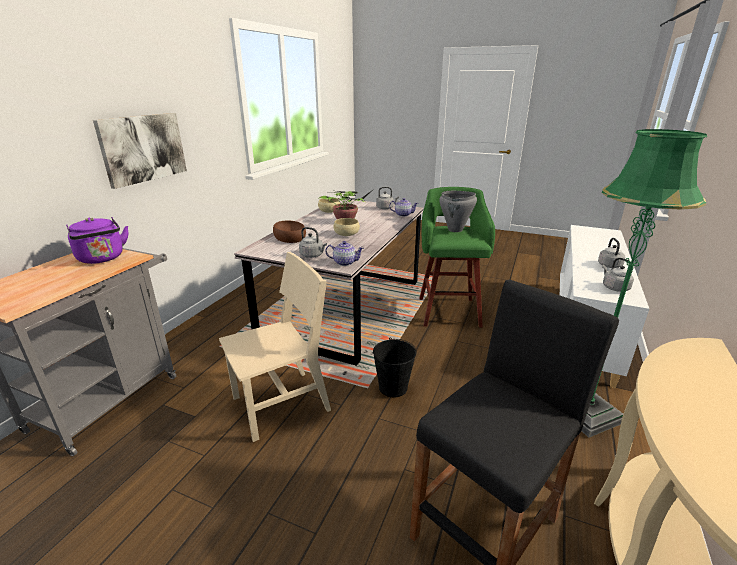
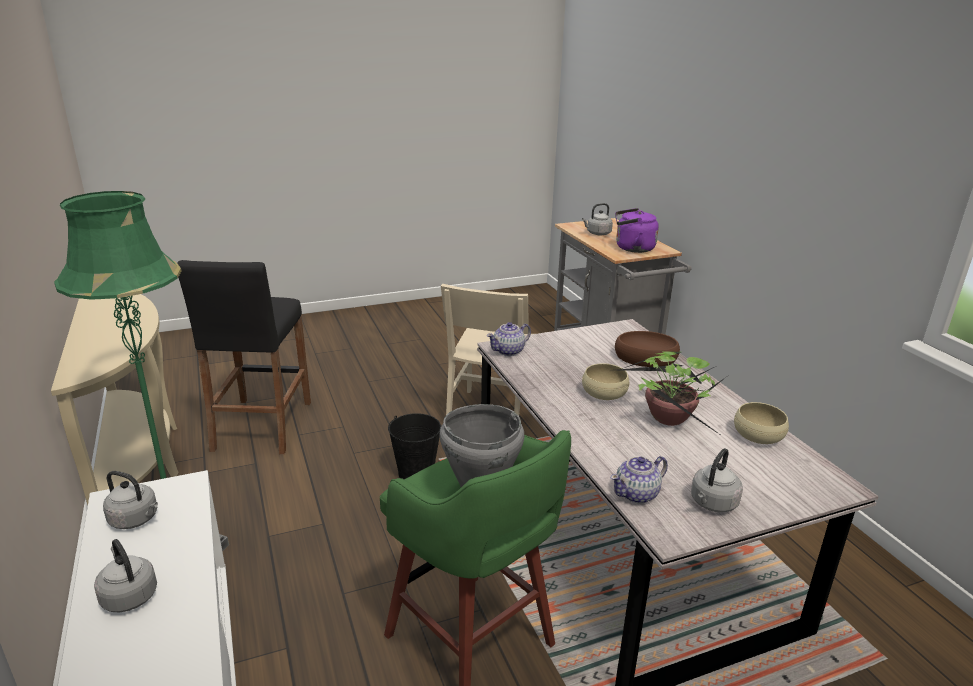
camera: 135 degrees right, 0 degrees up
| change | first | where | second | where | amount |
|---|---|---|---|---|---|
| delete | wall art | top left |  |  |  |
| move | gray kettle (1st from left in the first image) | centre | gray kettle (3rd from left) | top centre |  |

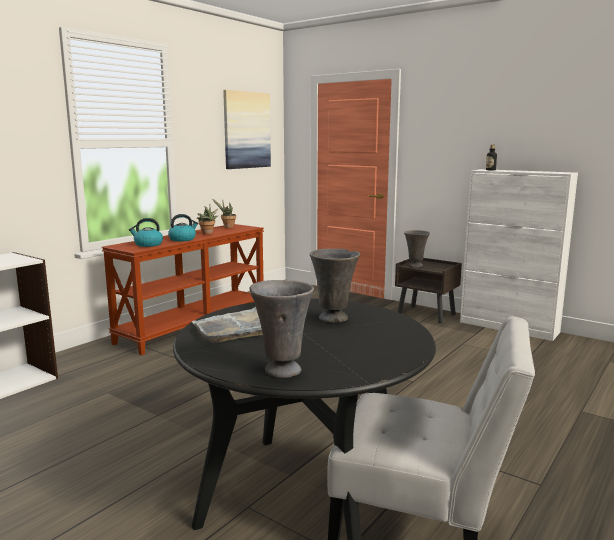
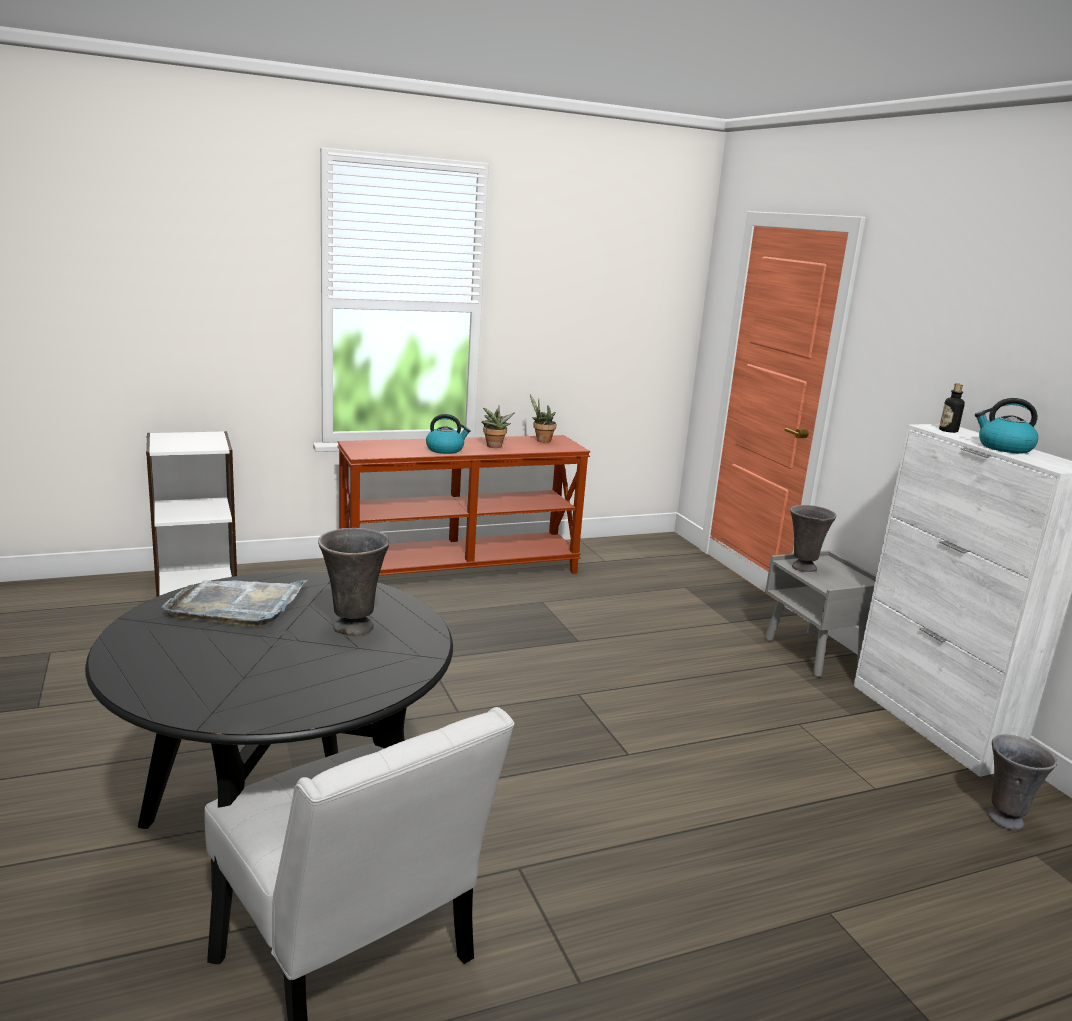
camera: 30 degrees right, 5 degrees up
| change | first | where | second | where | amount |
|---|---|---|---|---|---|
| delete | wall art | top centre |  |  |  |
| move | kettle (1st from left in the first image) | middle left | kettle (2nd from left) | middle right |  |
| recolor | brown nightstand | middle right | gray nightstand | middle right |  |
| move | gray decorative vase (1st from left in the first image) | centre | gray decorative vase (3rd from left) | bottom right |  |

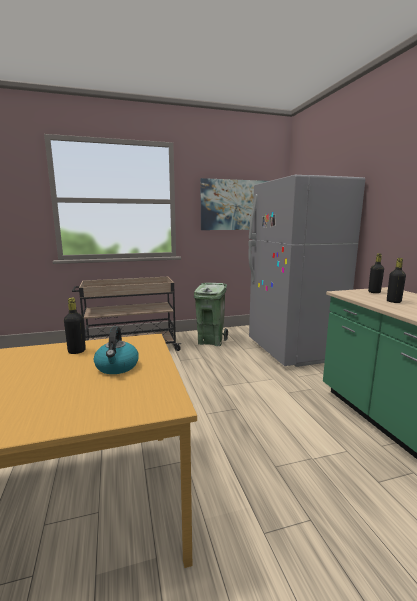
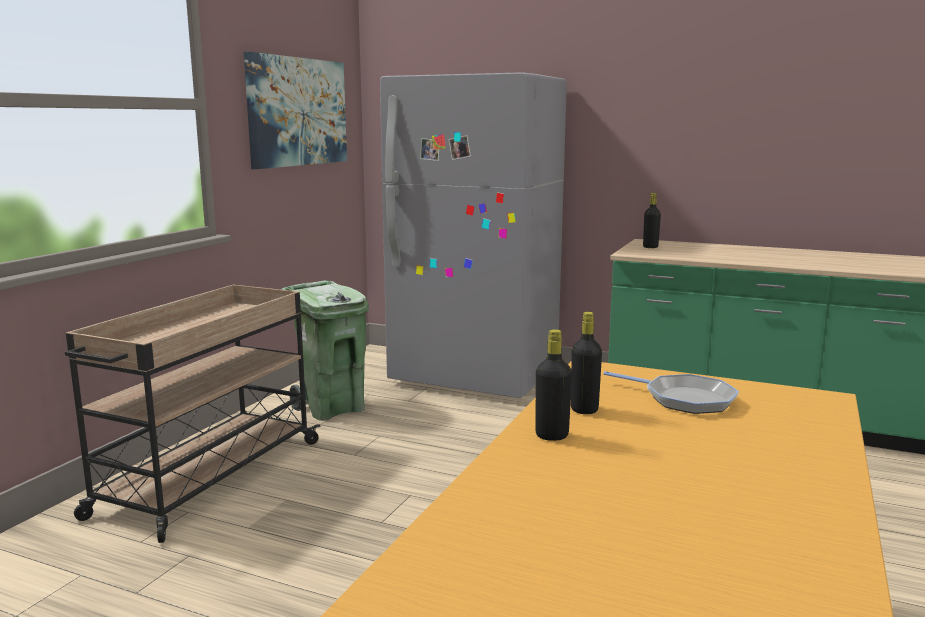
camera: 50 degrees left, 0 degrees up
| change | first | where | second | where | amount |
|---|---|---|---|---|---|
| move | black bottle (3rd from left in the first image) | middle right | black bottle (1st from left) | centre |  |
| replace | kettle | middle left | frying pan | middle right |  |

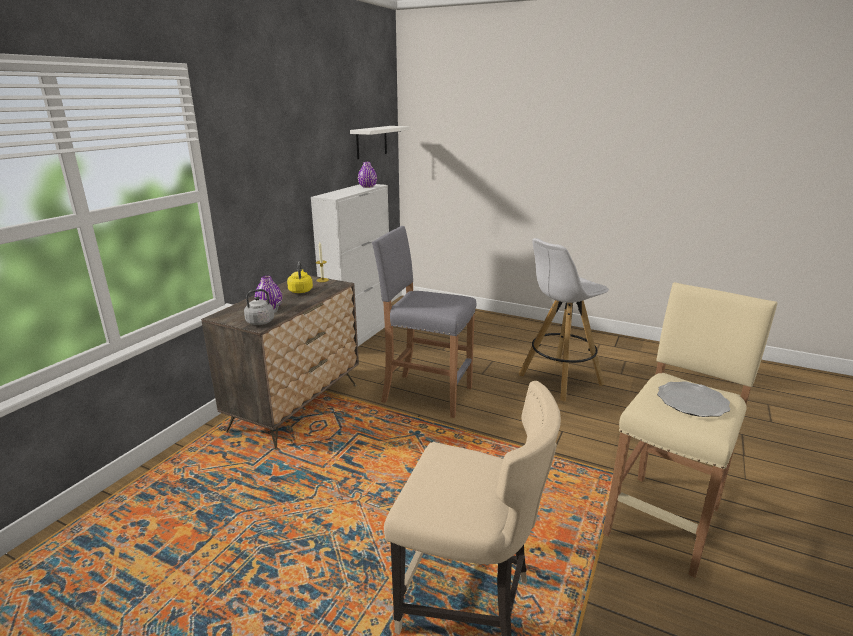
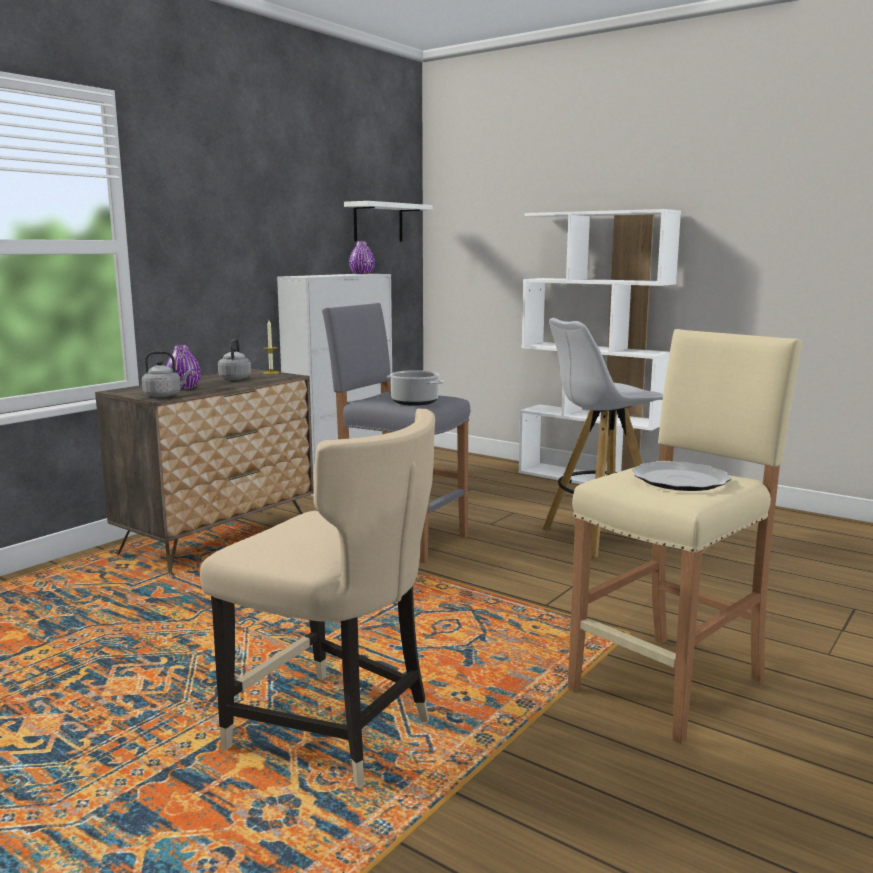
camera: 10 degrees right, 10 degrees down
| change | first | where | second | where | amount |
|---|---|---|---|---|---|
| recolor | yellow kettle | centre | gray kettle (2nd from left) | middle left |  |
| insert |  |  | white-coloured bookcase | middle right |  |
| insert |  |  | stockpot | centre |  |

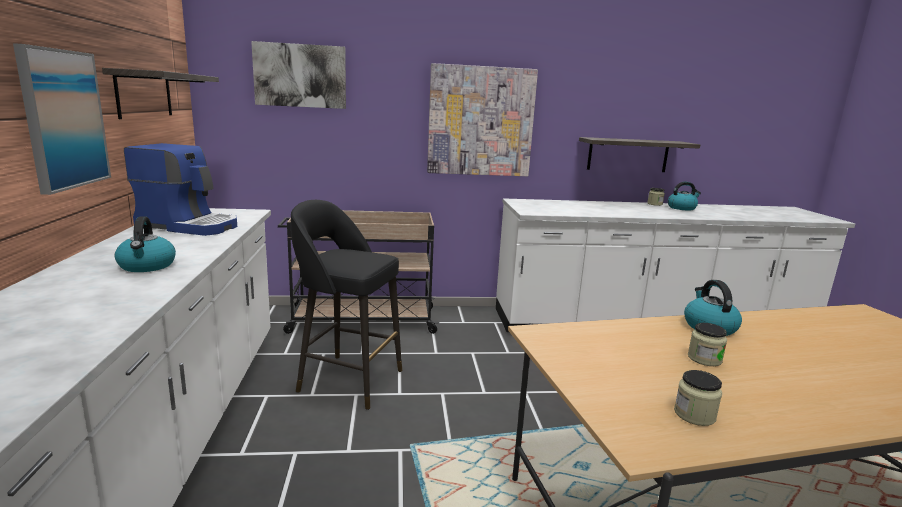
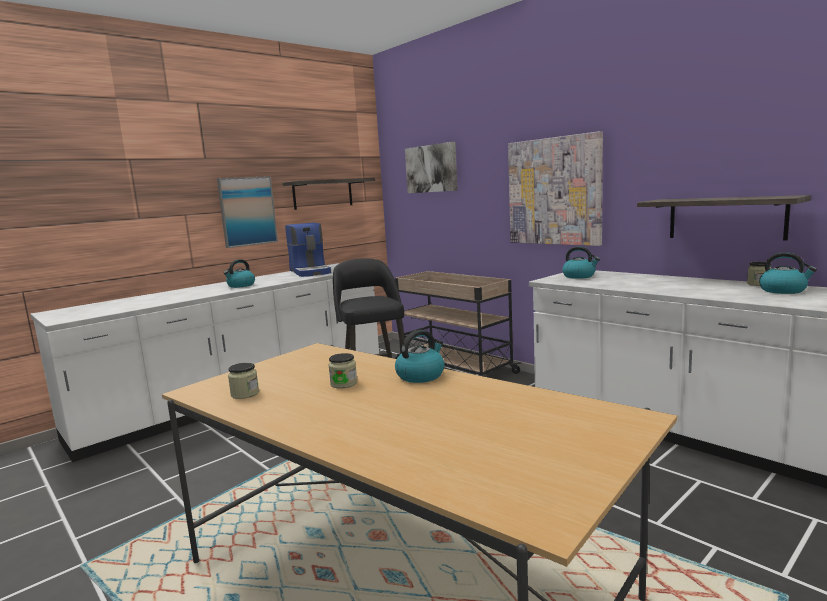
camera: 55 degrees right, 5 degrees down
| change | first | where | second | where | amount |
|---|---|---|---|---|---|
| insert |  |  | kettle (3rd from left) | middle right |  |

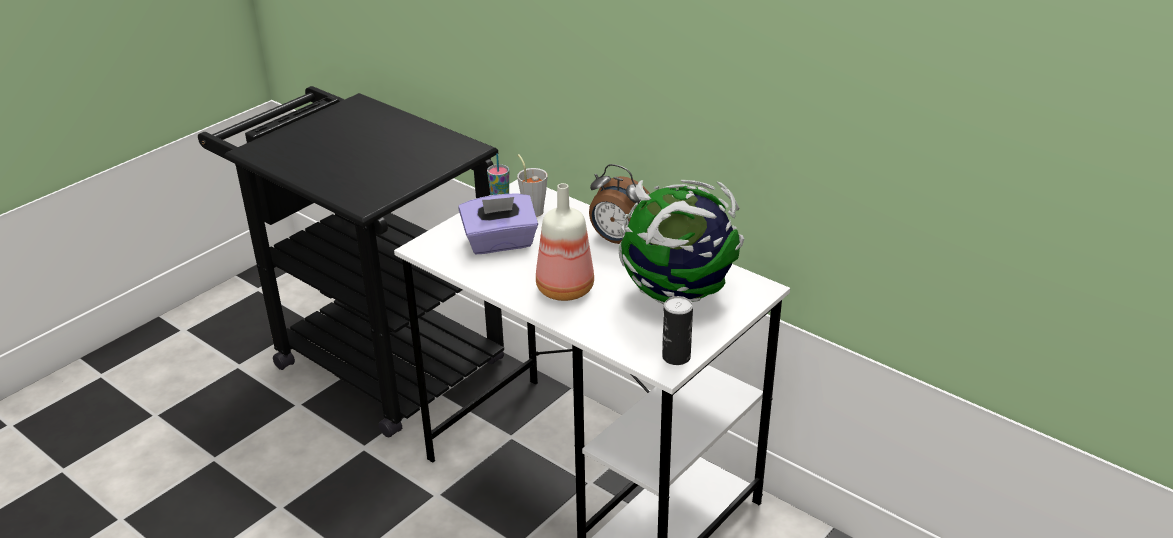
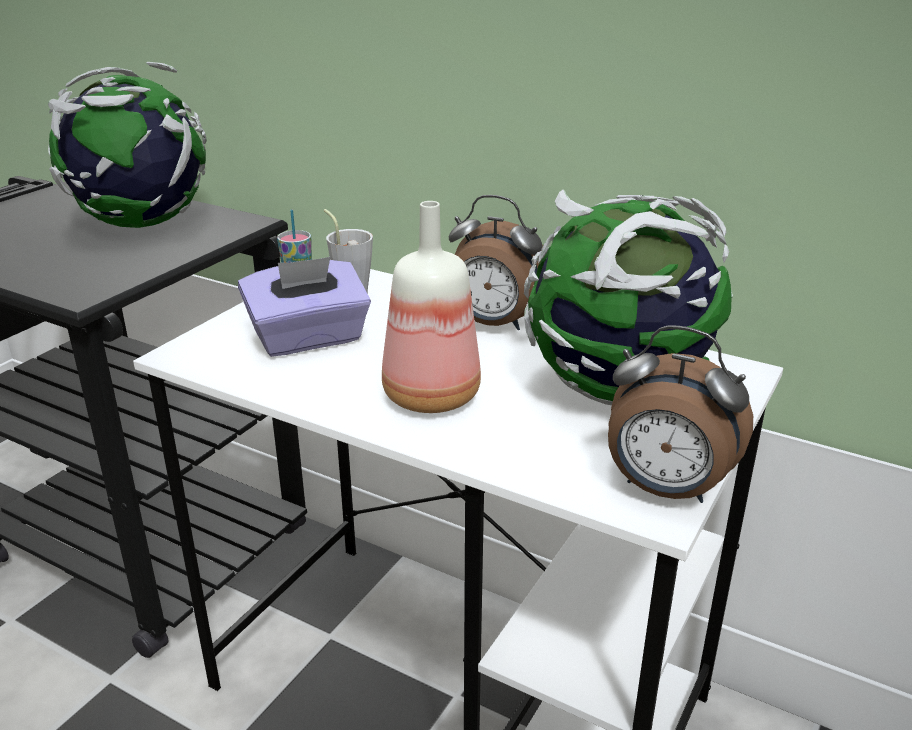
camera: 10 degrees left, 5 degrees down
| change | first | where | second | where | amount |
|---|---|---|---|---|---|
| replace | sealed can | centre | table clock (2nd from left) | middle right |  |
| insert |  |  | world globe (1st from left) | top left |  |

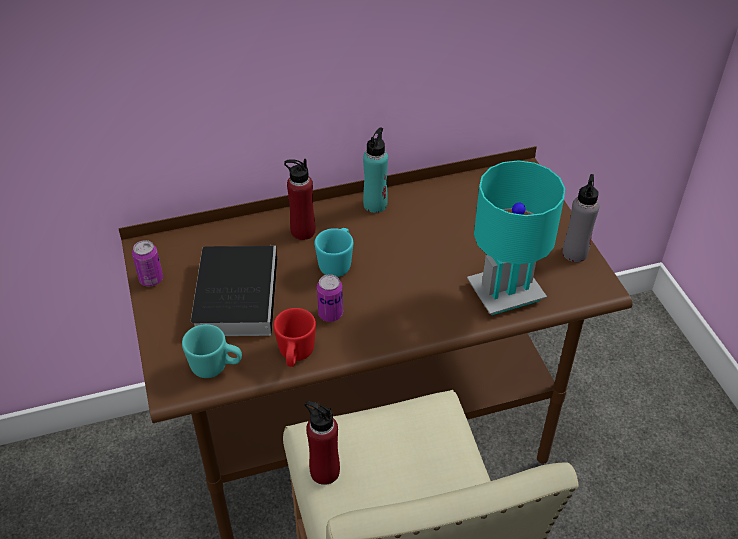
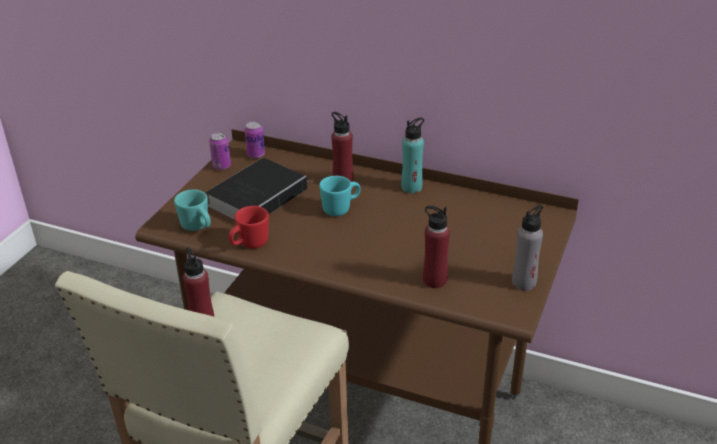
camera: 40 degrees right, 10 degrees down
| change | first | where | second | where | amount |
|---|---|---|---|---|---|
| replace | turquoise lamp for a table | middle right | reddish bottle (3rd from left) | centre |  |
| move | sealed can (2nd from left) | centre |  | top centre |  |

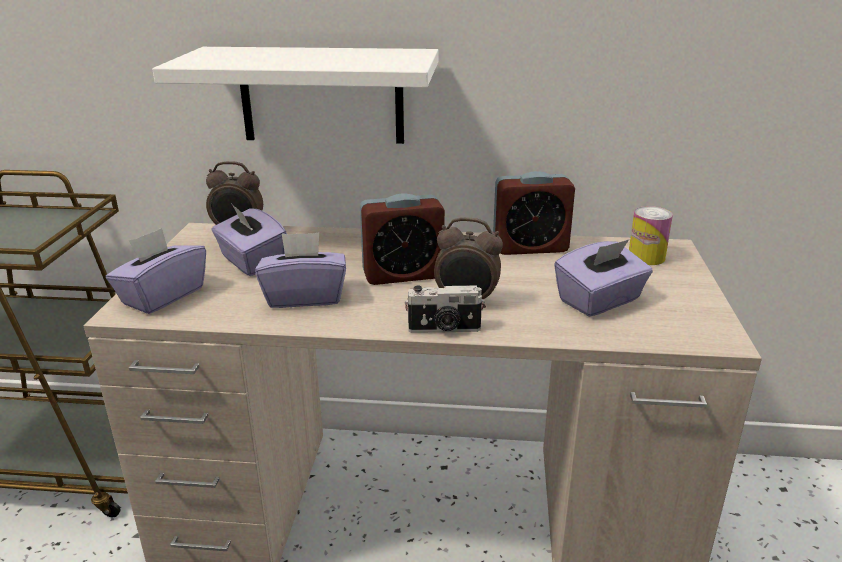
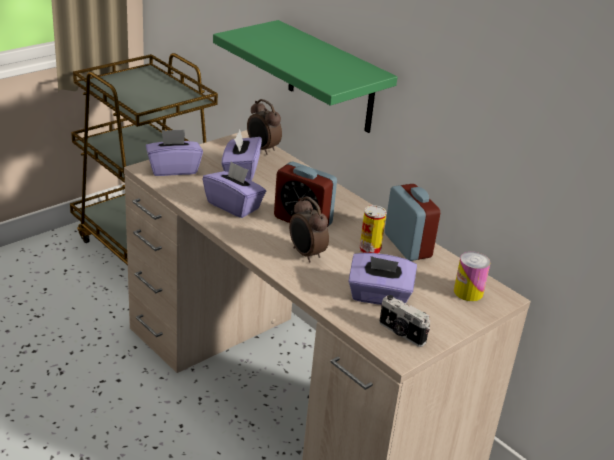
camera: 40 degrees right, 5 degrees up
| change | first | where | second | where | amount |
|---|---|---|---|---|---|
| recolor | white-coloured wall shelf | top centre | green-coloured wall shelf | top centre |  |
| rotate | table clock (4th from left) | centre |  | middle right | 150 degrees counterclockwise |
| move | still camera | centre |  | bottom centre |  |
| insert |  |  | sealed can (1st from left) | centre |  |

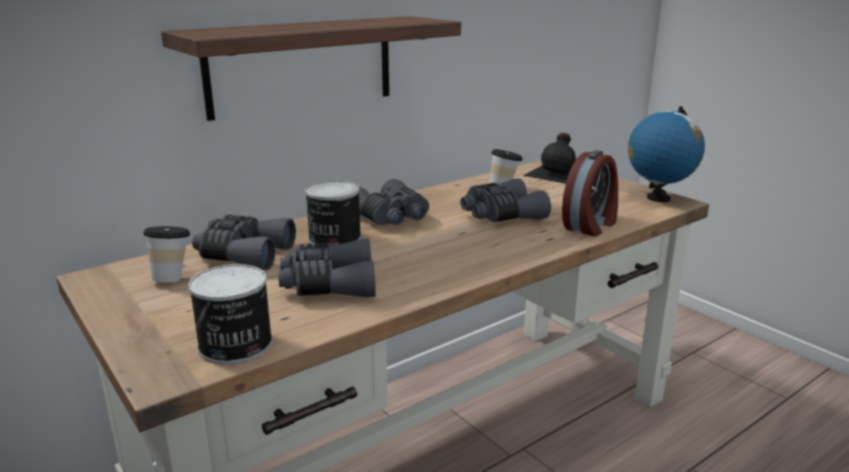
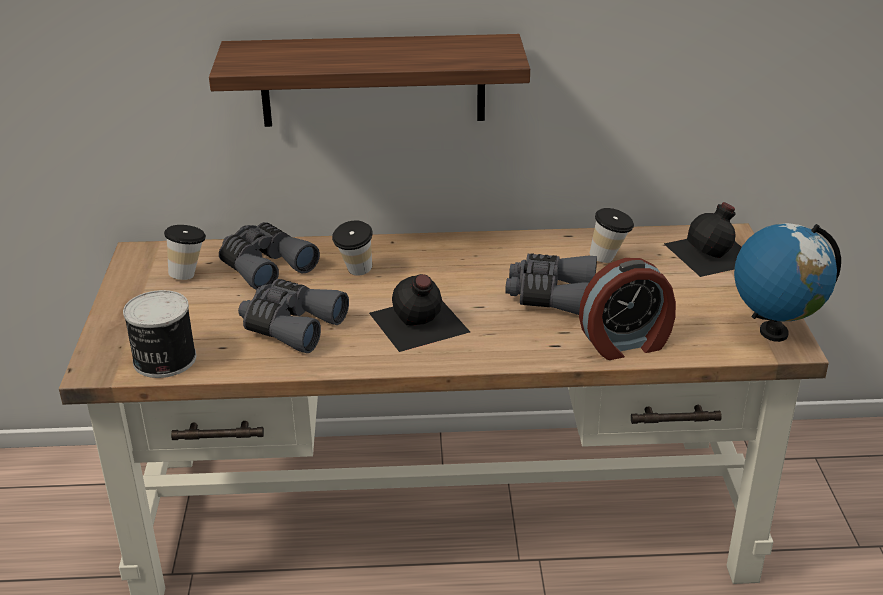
camera: 35 degrees right, 10 degrees up
| change | first | where | second | where | amount |
|---|---|---|---|---|---|
| delete | gray binoculars (3rd from left) | centre |  |  |  |
| replace | sealed can (2nd from left) | centre | small cup (2nd from left) | centre |  |
| insert |  |  | black bottle (1st from left) | centre |  |

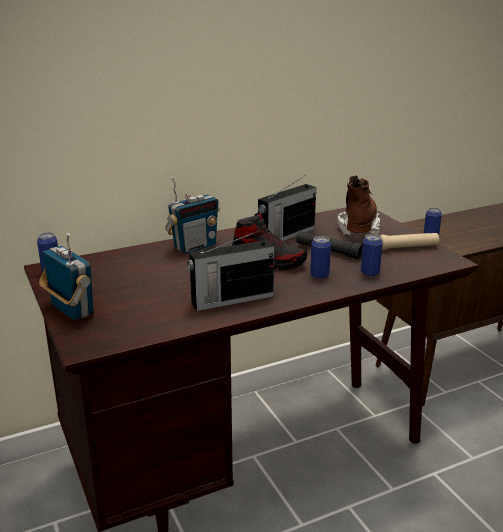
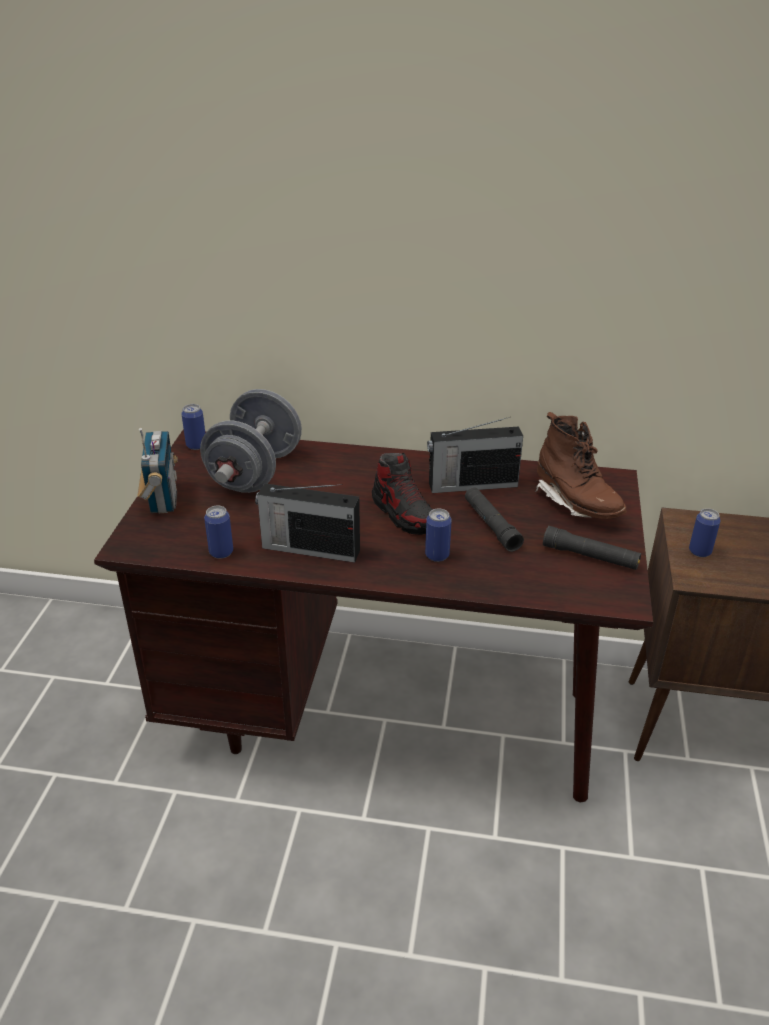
camera: 35 degrees right, 10 degrees up
| change | first | where | second | where | amount |
|---|---|---|---|---|---|
| rotate | brown tall boot | middle right |  | middle right | 105 degrees clockwise |
| delete | radio (2nd from left) | centre |  |  |  |
| recolor | beige hand torch | middle right | black hand torch (2nd from left) | middle right |  |
| move | sealed can (3rd from left in the first image) | middle right | sealed can (2nd from left) | middle left |  |
| insert |  |  | gray free weight | middle left |  |

